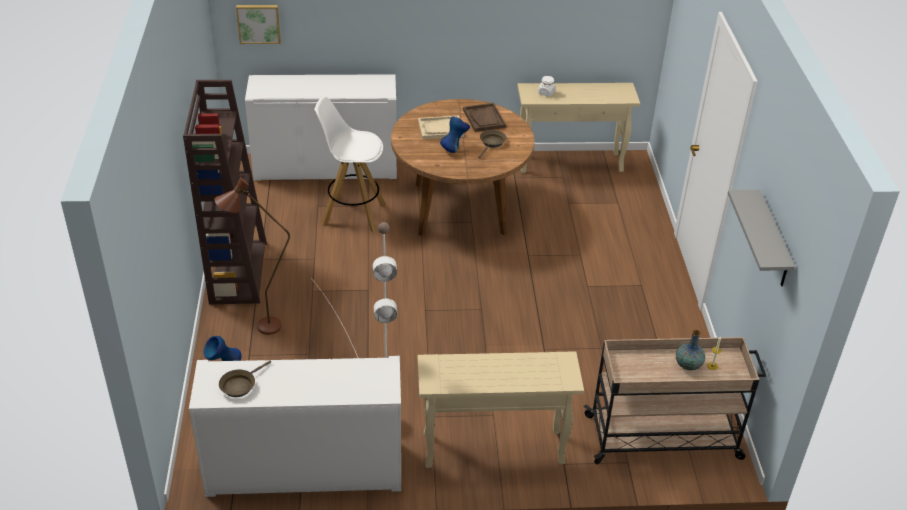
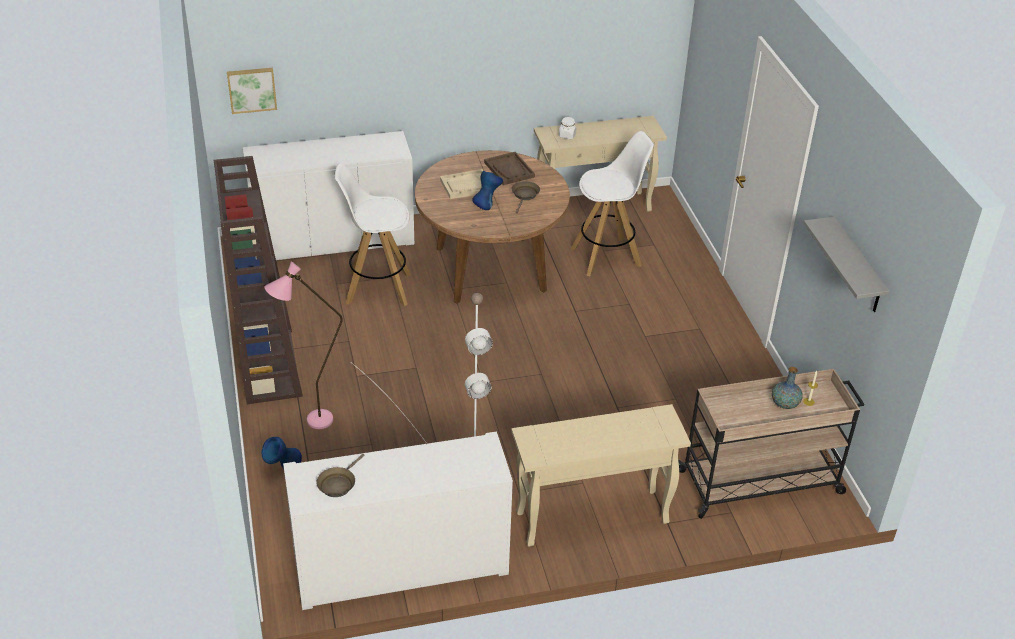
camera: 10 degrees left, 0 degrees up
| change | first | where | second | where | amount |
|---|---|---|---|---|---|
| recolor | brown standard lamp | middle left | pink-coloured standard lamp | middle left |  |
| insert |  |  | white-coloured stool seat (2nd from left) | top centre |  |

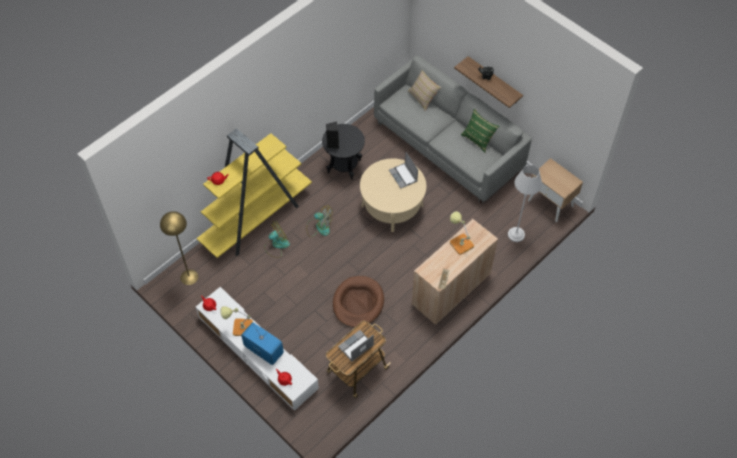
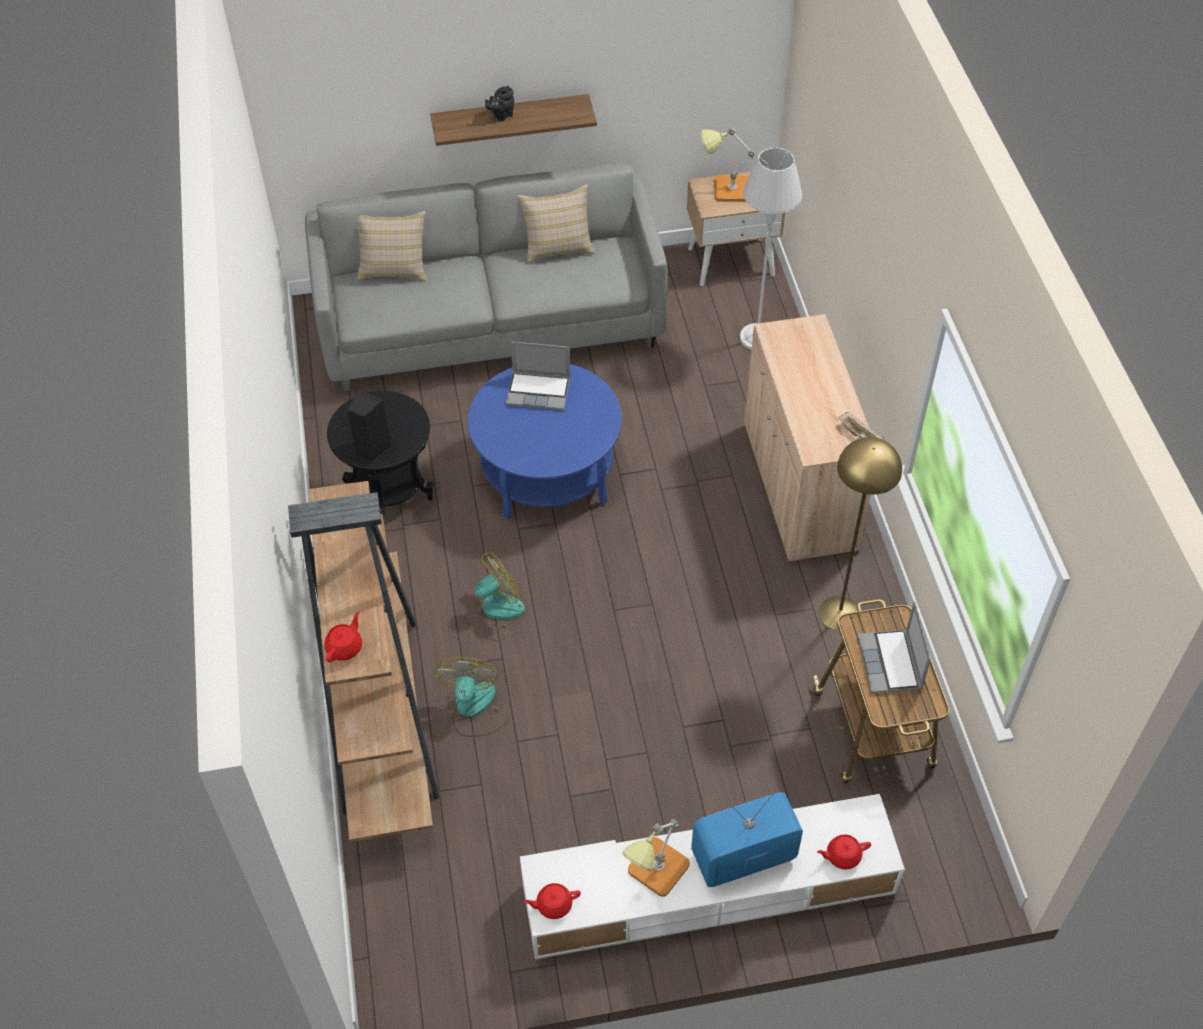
camera: 55 degrees left, 5 degrees down
| change | first | where | second | where | amount |
|---|---|---|---|---|---|
| recolor | green-coloured pillow | top centre | beige pillow (2nd from left) | top centre |  |
| recolor | yellow bookcase | centre | brown bookcase | middle left |  |
| recolor | beige low table | centre | blue-coloured low table | centre |  |
| move | yellow standard lamp | middle left |  | middle right |  |
| move | lamp for a table (2nd from left) | centre |  | top centre |  |
| delete | brown pet bed | centre |  |  |  |

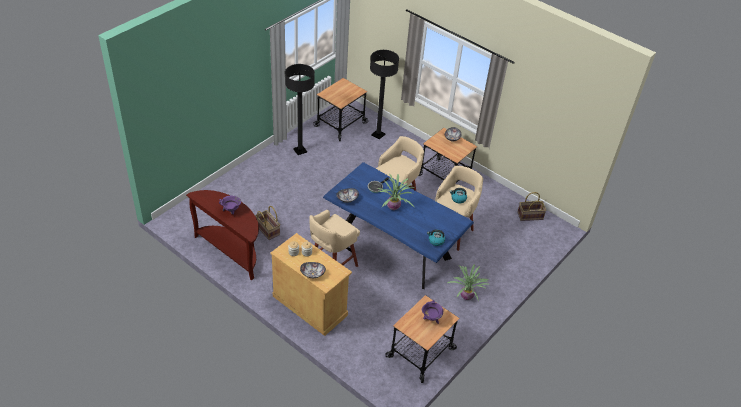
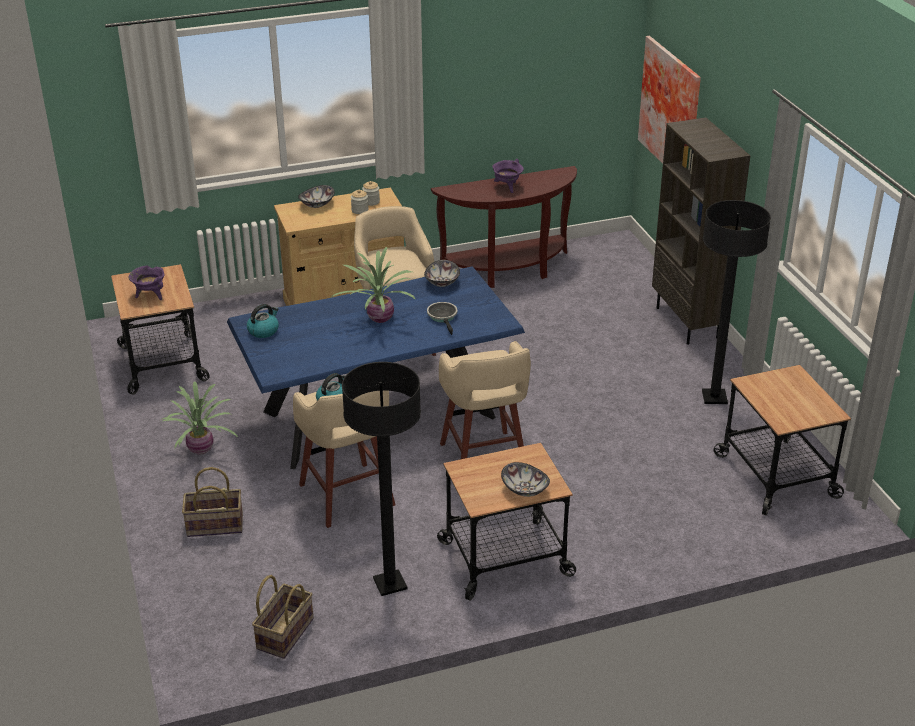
camera: 125 degrees right, 10 degrees down
| change | first | where | second | where | amount |
|---|---|---|---|---|---|
| move | black standard lamp (2nd from left in the first image) | top centre | black standard lamp (1st from left) | centre |  |
| move | basket (1st from left) | centre |  | bottom left |  |
| insert |  |  | wall art | top right |  |
| insert |  |  | brown bookcase | top right |  |

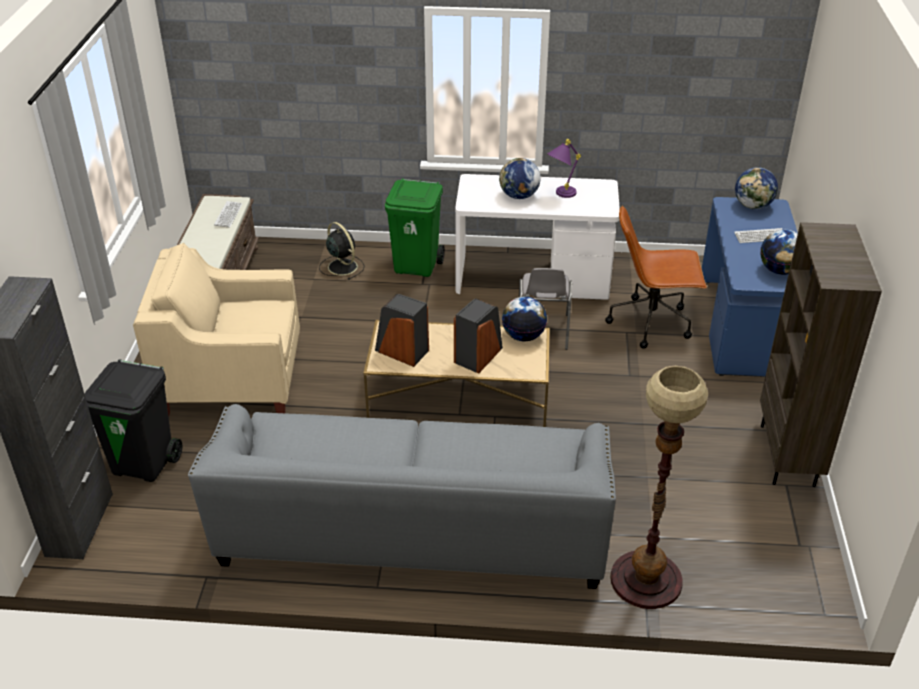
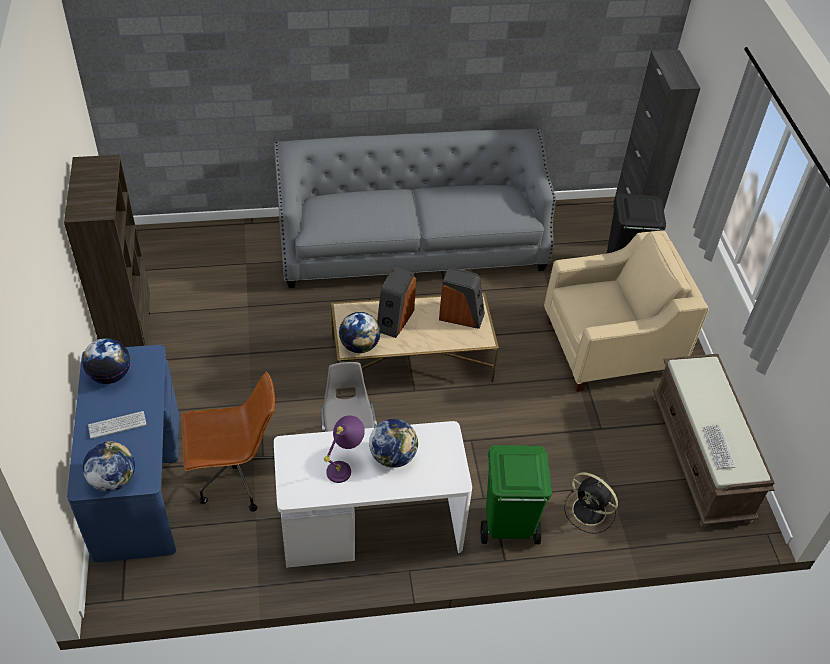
camera: 165 degrees right, 10 degrees up
| change | first | where | second | where | amount |
|---|---|---|---|---|---|
| delete | standard lamp | bottom right |  |  |  |

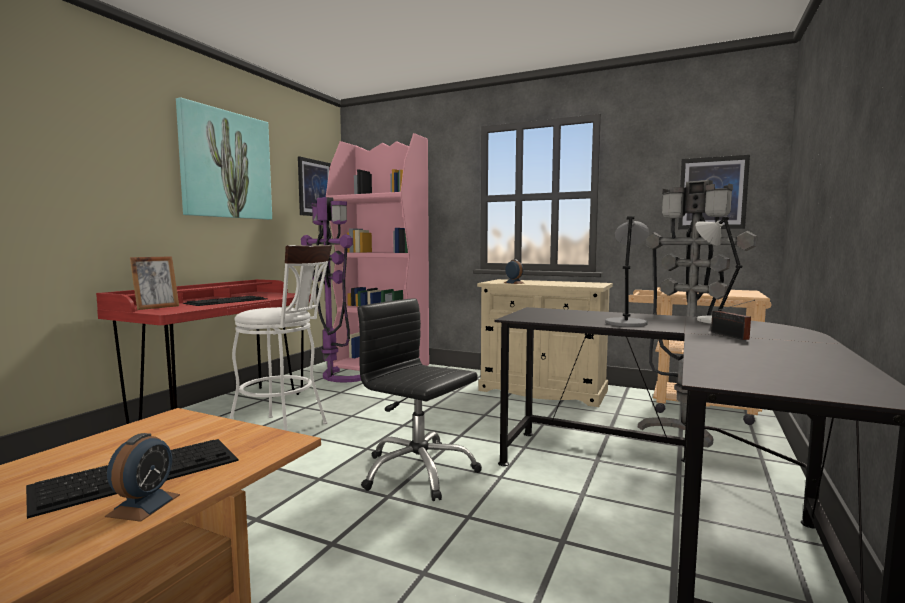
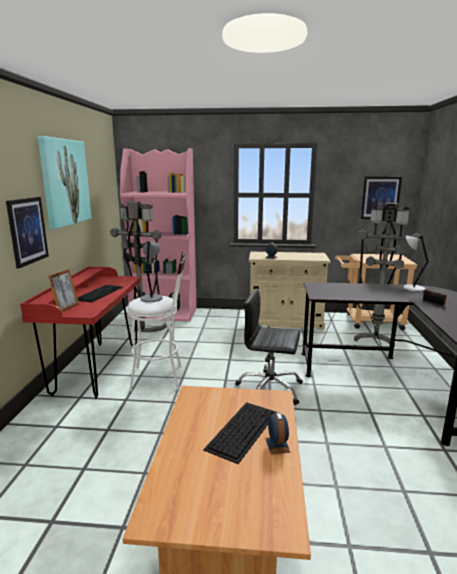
camera: 20 degrees left, 10 degrees up
| change | first | where | second | where | amount |
|---|---|---|---|---|---|
| move | wall art (2nd from left in the first image) | top centre | wall art (1st from left) | middle left |  |
| recolor | purple-coloured standard lamp | centre | gray standard lamp (1st from left) | middle left |  |
| move | gray lamp for a table (1st from left) | middle right |  | middle left |  |

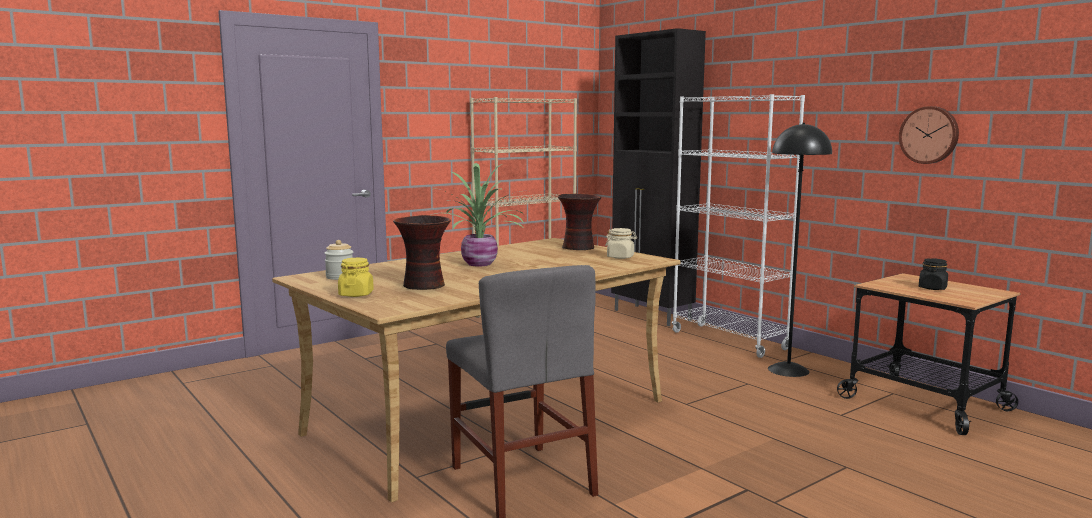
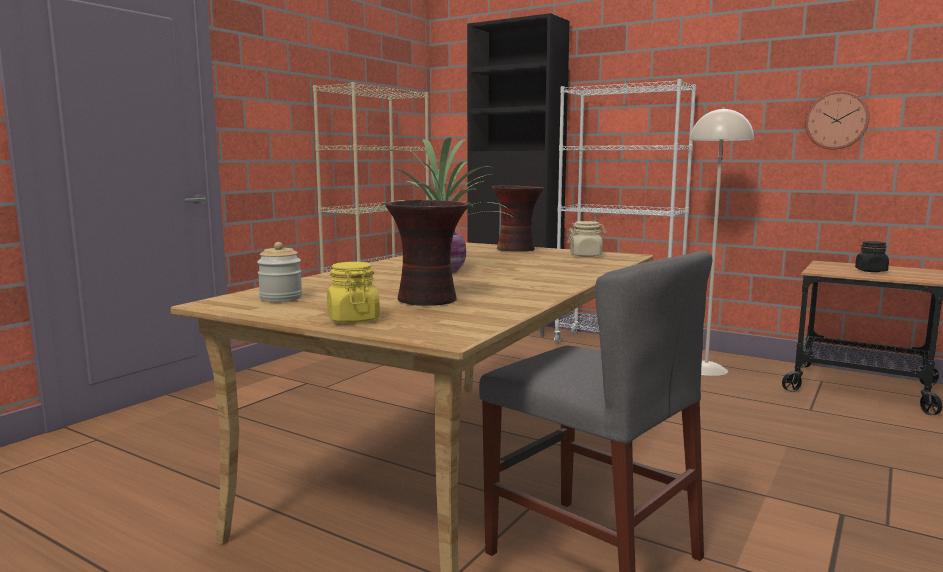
camera: 20 degrees left, 0 degrees up
| change | first | where | second | where | amount |
|---|---|---|---|---|---|
| recolor | black standard lamp | middle right | beige standard lamp | middle right |  |

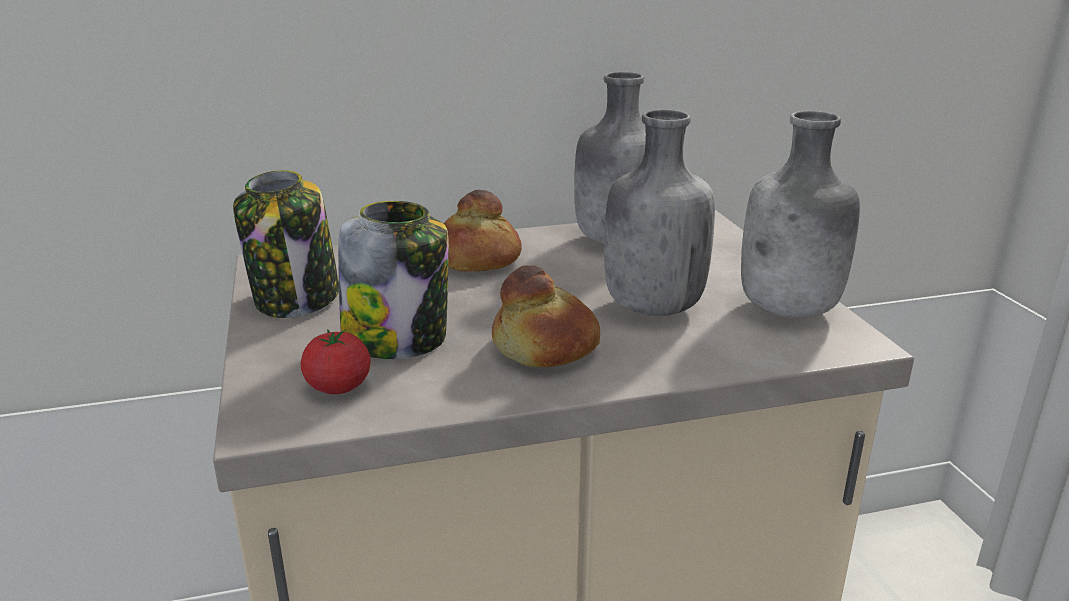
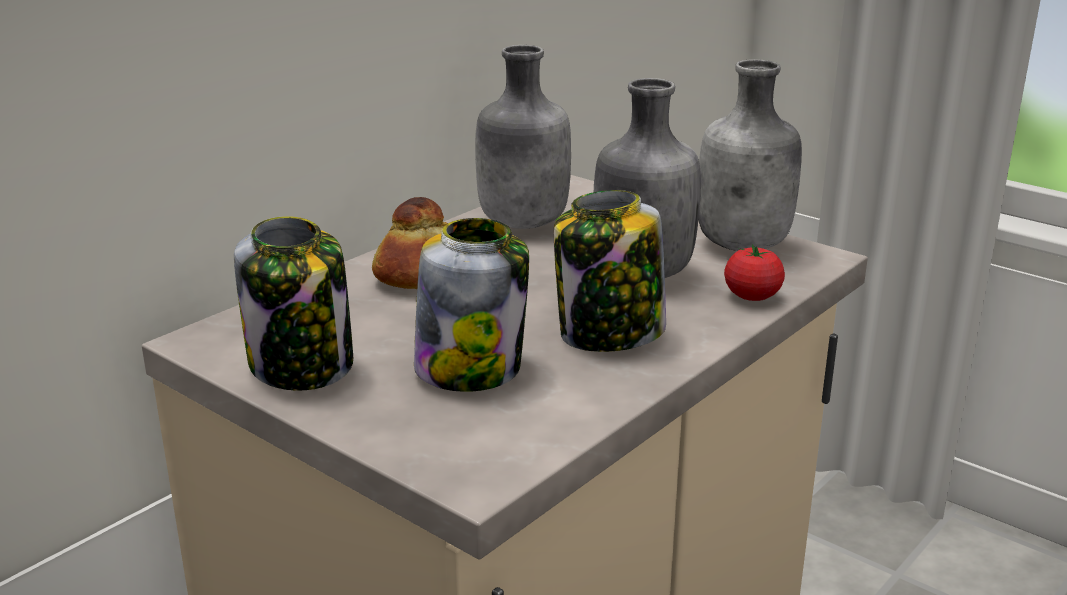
camera: 35 degrees left, 0 degrees up
| change | first | where | second | where | amount |
|---|---|---|---|---|---|
| replace | baked bread (2nd from left) | centre | storage jar (3rd from left) | centre |  |
| move | tomato | middle left |  | middle right |  |

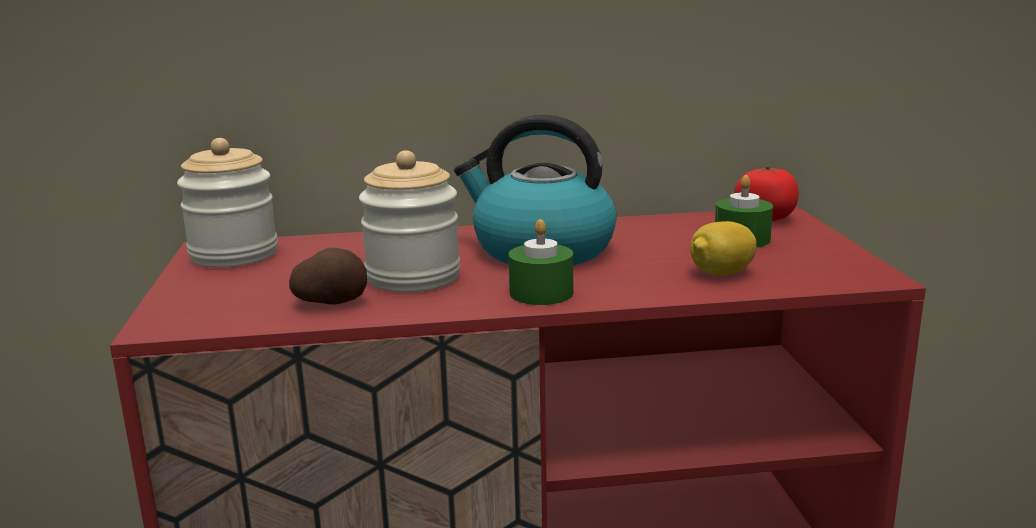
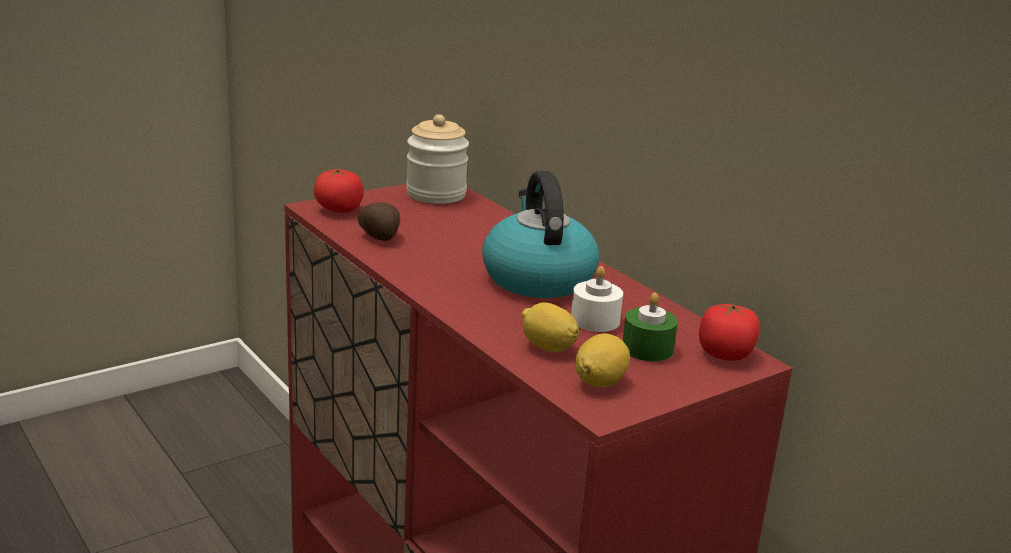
camera: 60 degrees right, 5 degrees up
| change | first | where | second | where | amount |
|---|---|---|---|---|---|
| delete | storage jar (2nd from left) | centre |  |  |  |
| delete | green-coloured wax candle (1st from left) | centre |  |  |  |
| insert |  |  | tomato (1st from left) | centre |  |
| insert |  |  | white-coloured wax candle | centre |  |
| insert |  |  | citrus fruit (2nd from left) | centre |  |

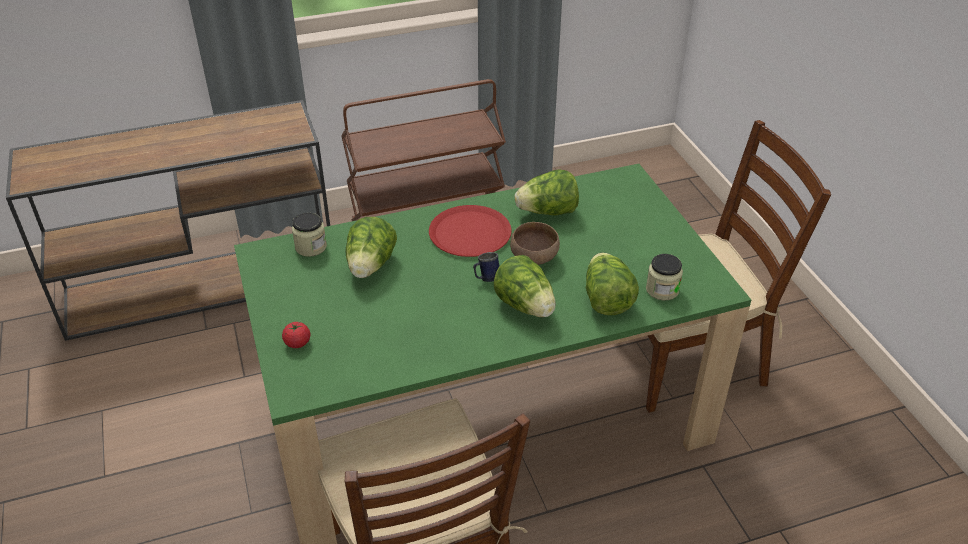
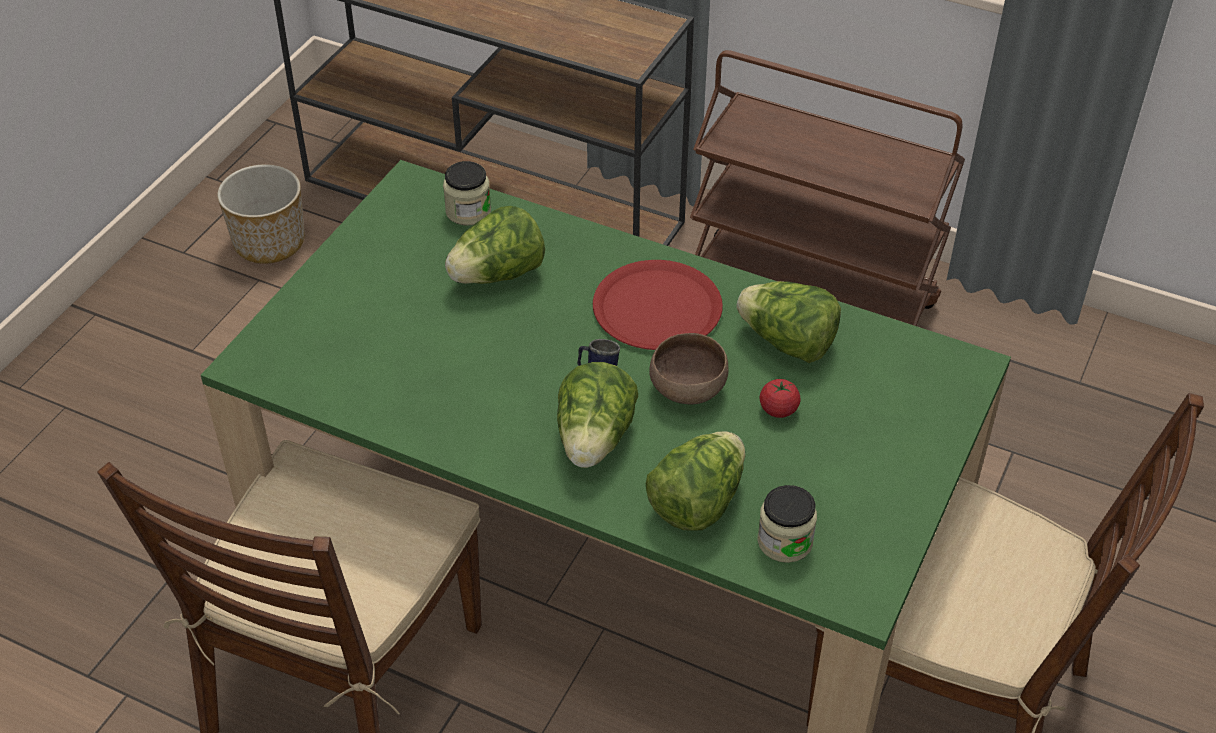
camera: 45 degrees right, 5 degrees up
| change | first | where | second | where | amount |
|---|---|---|---|---|---|
| move | tomato | middle left |  | centre |  |
| insert |  |  | flower pot | top left |  |

